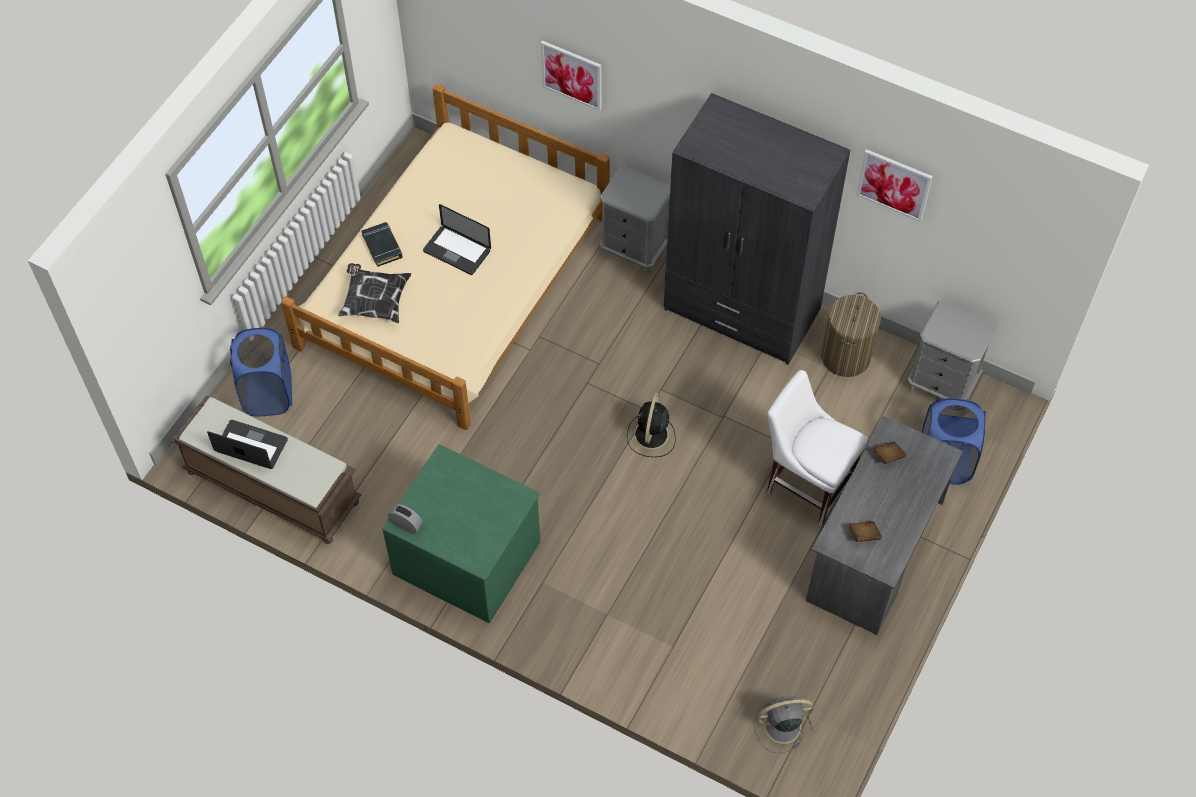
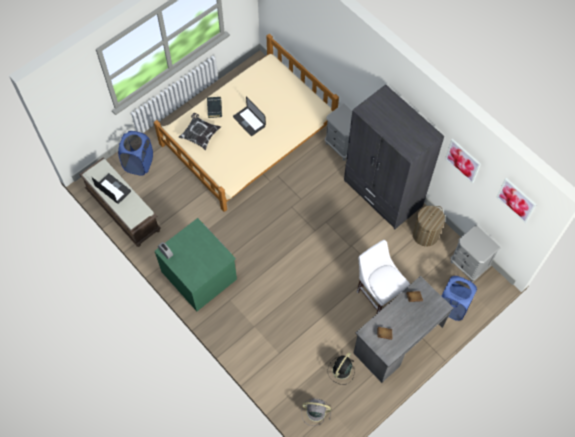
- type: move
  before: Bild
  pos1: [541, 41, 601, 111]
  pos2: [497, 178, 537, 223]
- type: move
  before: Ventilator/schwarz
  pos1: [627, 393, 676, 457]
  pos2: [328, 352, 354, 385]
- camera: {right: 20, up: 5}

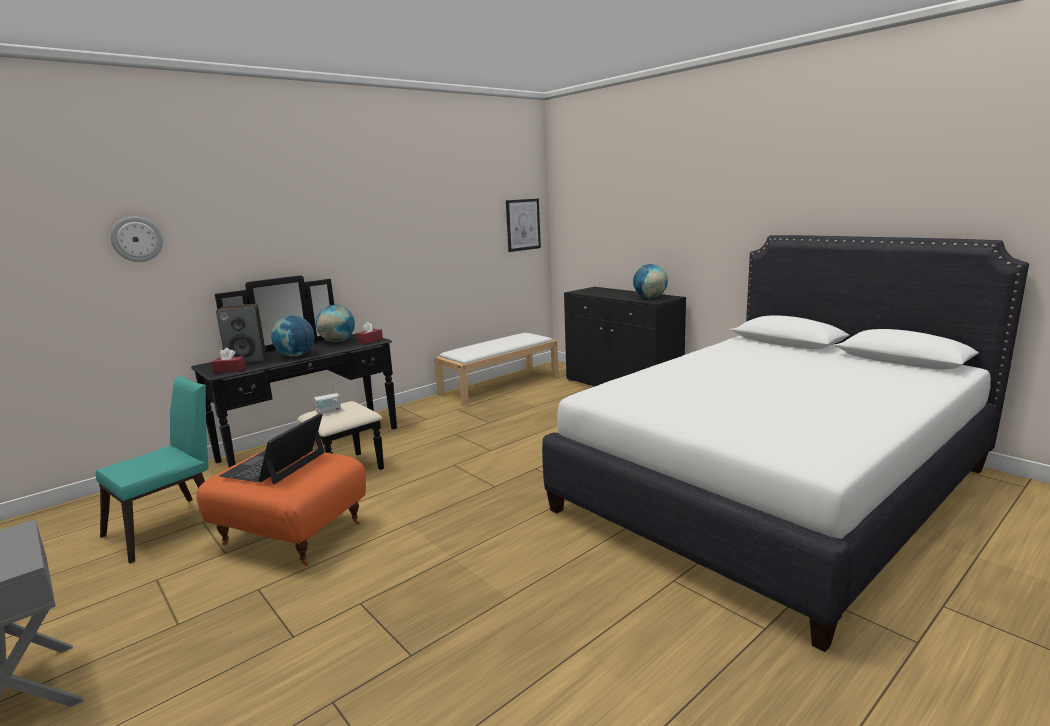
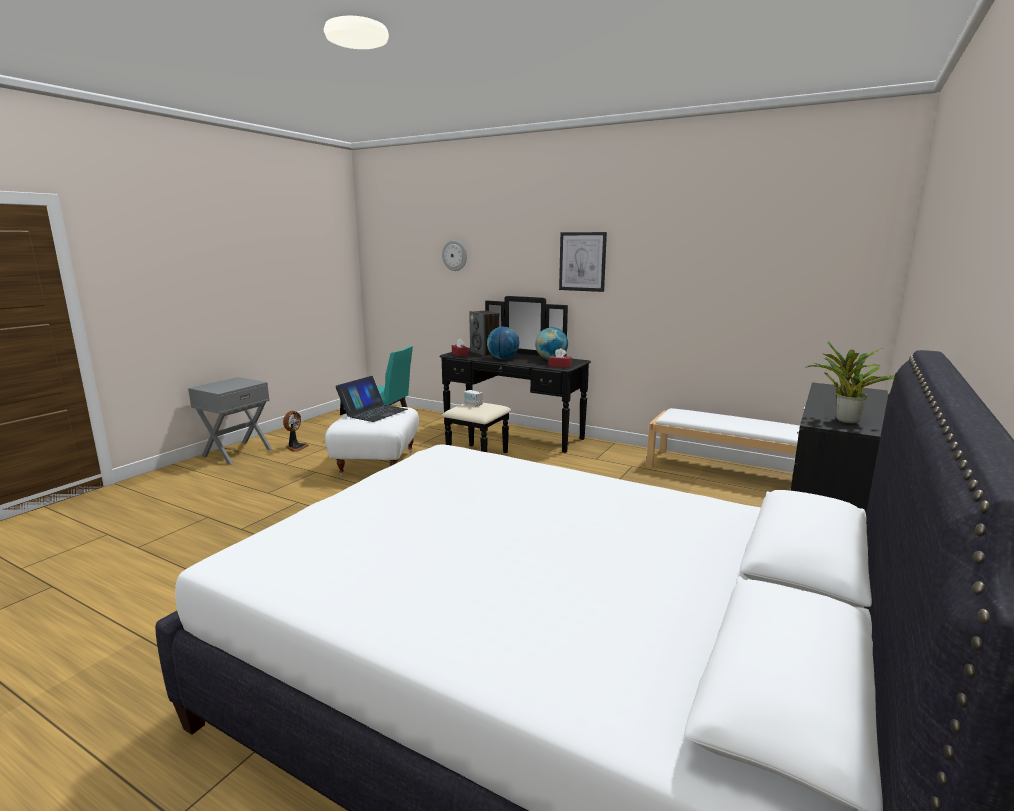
- type: recolor
  before: Polsterhocker/orange
  after: Polsterhocker/weiß
  pos1: [196, 450, 366, 566]
  pos2: [325, 407, 419, 477]
- type: rotate
  before: Laptop
  pos1: [220, 413, 324, 484]
  pos2: [335, 376, 408, 422]
  turn: 120
- type: move
  before: Bild
  pos1: [506, 198, 541, 252]
  pos2: [559, 232, 607, 292]
- type: replace
  before: Globus
  after: Topfpflanze
  pos1: [633, 264, 668, 298]
  pos2: [806, 341, 895, 424]
- type: insert
  after: Ventilator
  pos2: [283, 411, 309, 452]
- camera: {right: 70, up: 0}

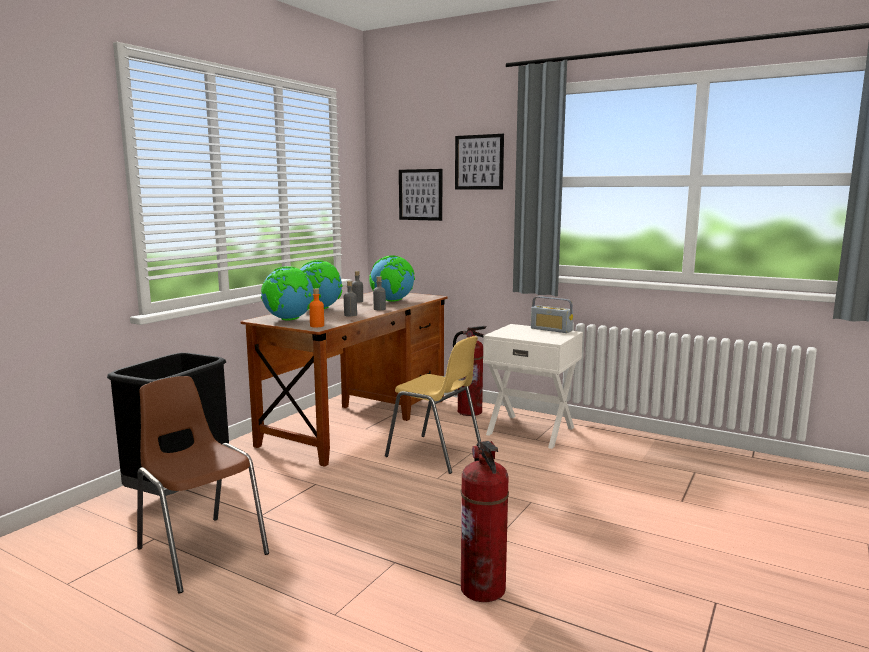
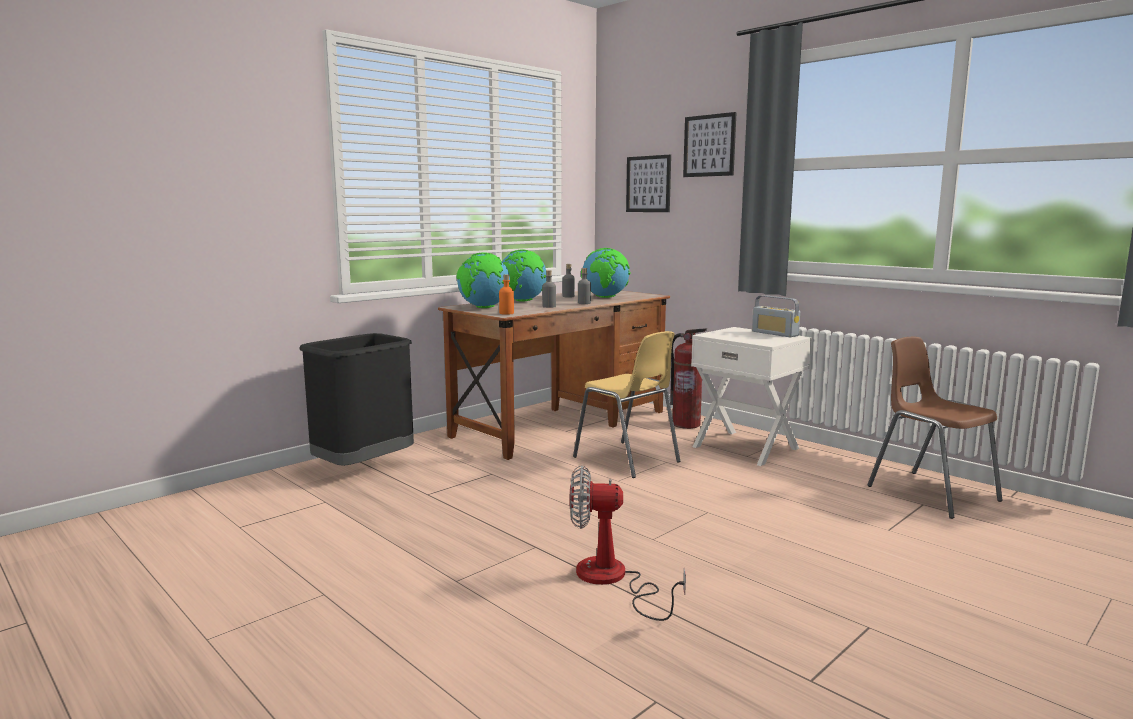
- type: move
  before: Stuhl/braun
  pos1: [137, 376, 269, 594]
  pos2: [867, 337, 1003, 519]
- type: replace
  before: Feuerlöscher
  after: Ventilator
  pos1: [461, 441, 509, 602]
  pos2: [570, 465, 686, 621]
- camera: {right: 15, up: 0}

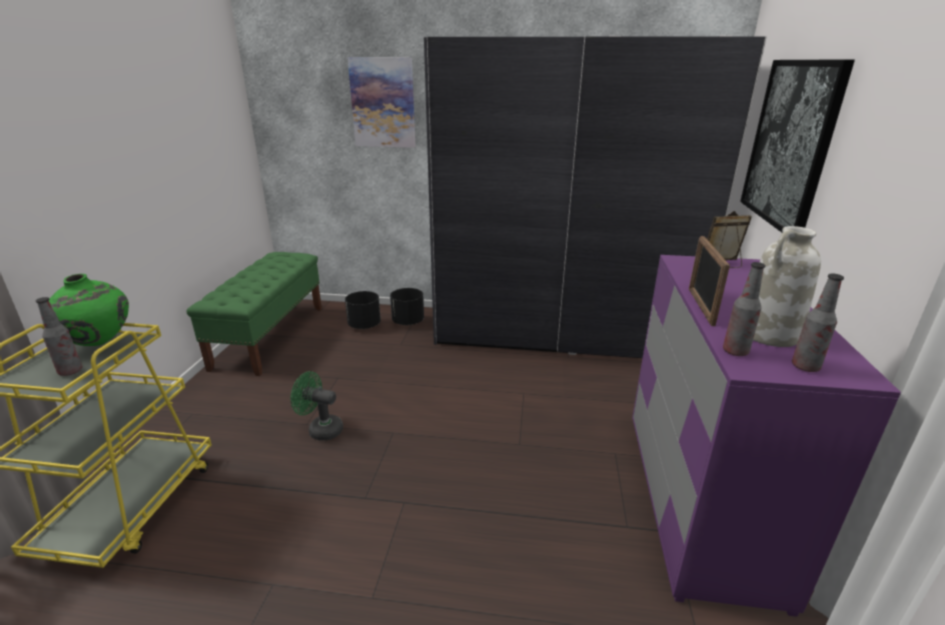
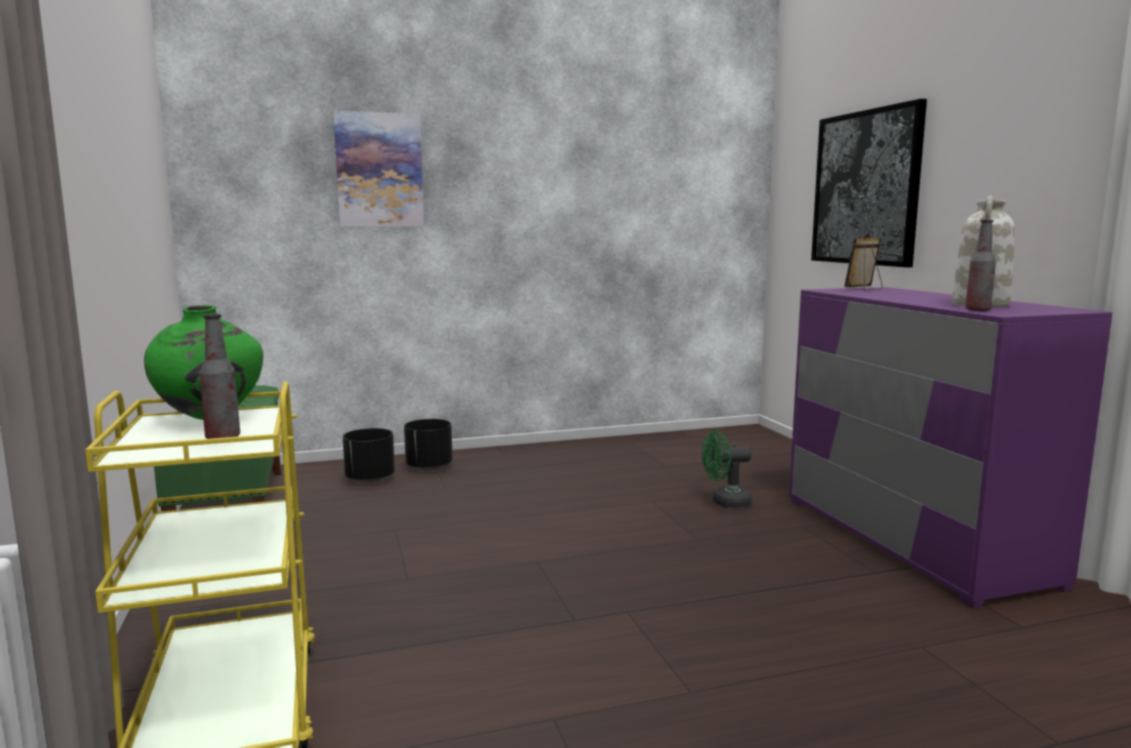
- type: move
  before: Ventilator/grün
  pos1: [291, 371, 343, 441]
  pos2: [702, 430, 752, 508]
- type: delete
  before: Kleiderschrank/grau
  pos1: [424, 35, 767, 358]
- type: delete
  before: Bilderrahmen
  pos1: [689, 236, 730, 326]
- type: delete
  before: Flasche
  pos1: [792, 274, 844, 372]
- camera: {right: -25, up: -15}

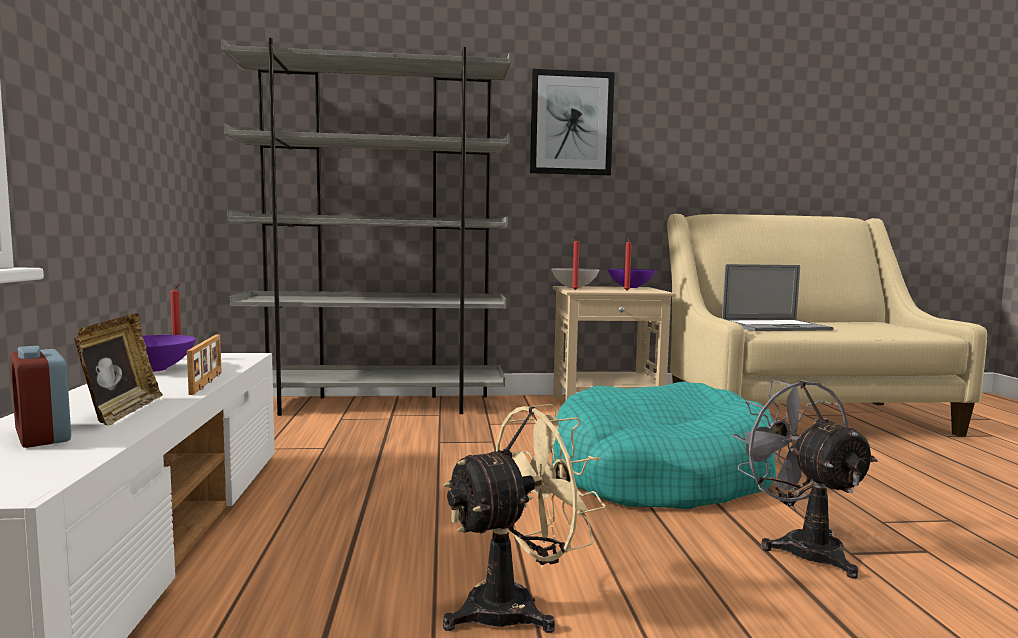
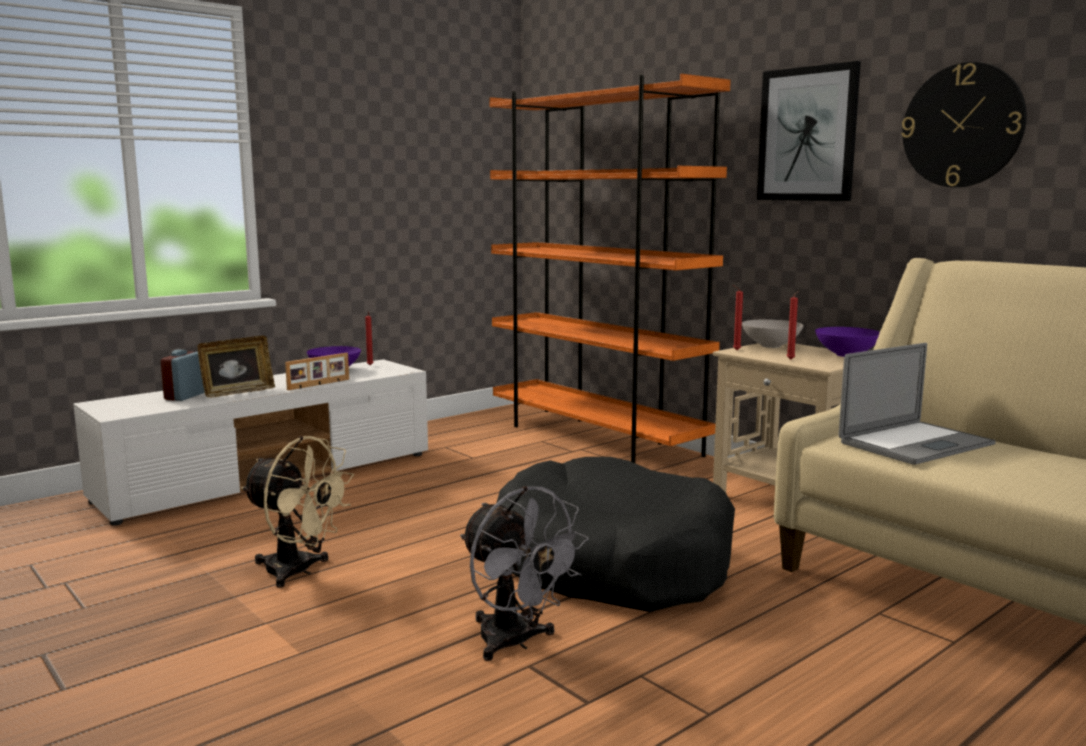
- type: recolor
  before: Bücherregal/grau
  after: Bücherregal/orange
  pos1: [221, 38, 511, 416]
  pos2: [489, 74, 731, 463]
- type: recolor
  before: Hundebett/türkis
  after: Hundebett/schwarz
  pos1: [552, 381, 776, 509]
  pos2: [497, 457, 735, 612]
- type: rotate
  before: Laptop
  pos1: [722, 264, 834, 331]
  pos2: [839, 343, 996, 465]
  turn: -75
- type: rotate
  before: Ventilator/grau
  pos1: [732, 380, 878, 579]
  pos2: [460, 486, 589, 661]
  turn: 105
- type: insert
  after: Wanduhr
  pos2: [901, 62, 1026, 187]
- camera: {right: 55, up: 5}

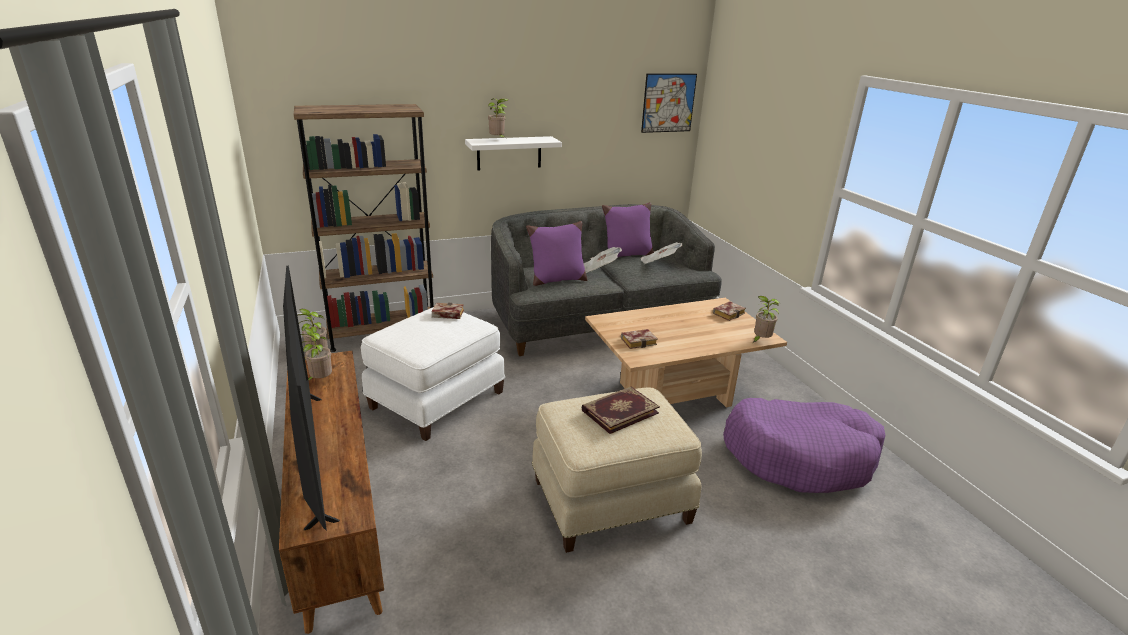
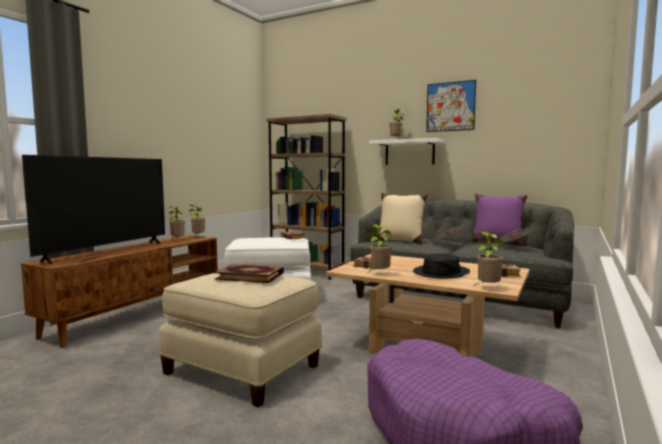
- type: recolor
  before: Kissen/lila
  after: Kissen/beige
  pos1: [526, 221, 587, 286]
  pos2: [377, 193, 428, 244]
- type: move
  before: Bild
  pos1: [641, 73, 697, 133]
  pos2: [426, 80, 476, 132]
- type: insert
  after: Topfpflanze
  pos2: [366, 224, 392, 272]
- type: insert
  after: Hut/schwarz
  pos2: [413, 253, 470, 279]
- camera: {right: 50, up: -20}

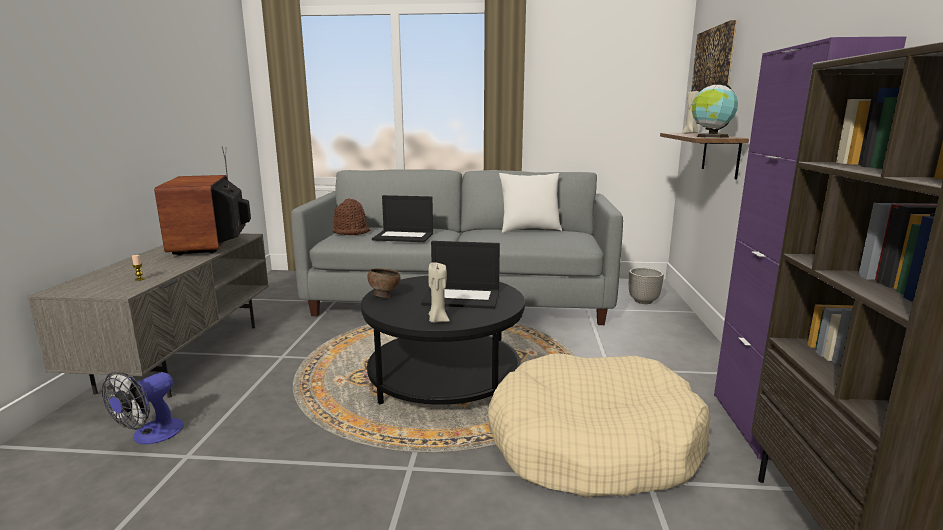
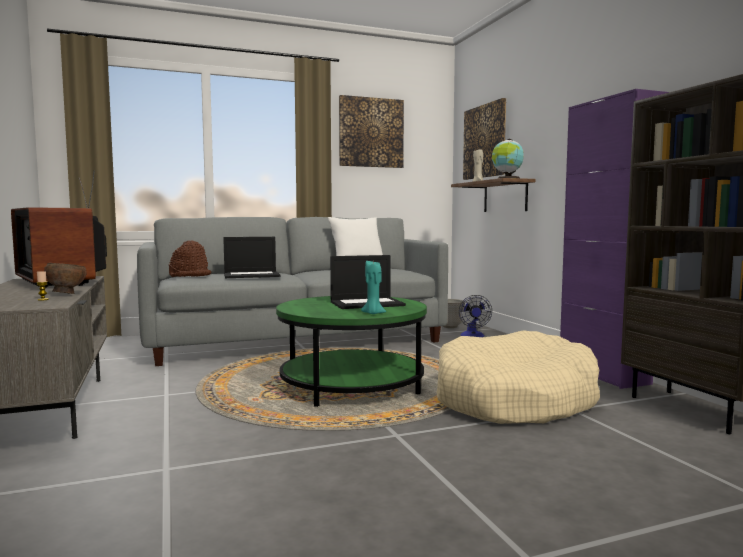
- type: move
  before: Ventilator
  pos1: [101, 372, 184, 444]
  pos2: [459, 295, 492, 337]
- type: recolor
  before: Couchtisch/schwarz
  after: Couchtisch/grün
  pos1: [361, 276, 525, 405]
  pos2: [276, 296, 427, 407]
- type: move
  before: Schüssel/braun
  pos1: [367, 268, 401, 298]
  pos2: [44, 263, 87, 294]
- type: recolor
  before: Kerze/beige
  after: Kerze/türkis
  pos1: [428, 262, 450, 323]
  pos2: [361, 260, 386, 314]
- type: insert
  after: Bild
  pos2: [339, 95, 404, 168]
- camera: {right: -25, up: -10}

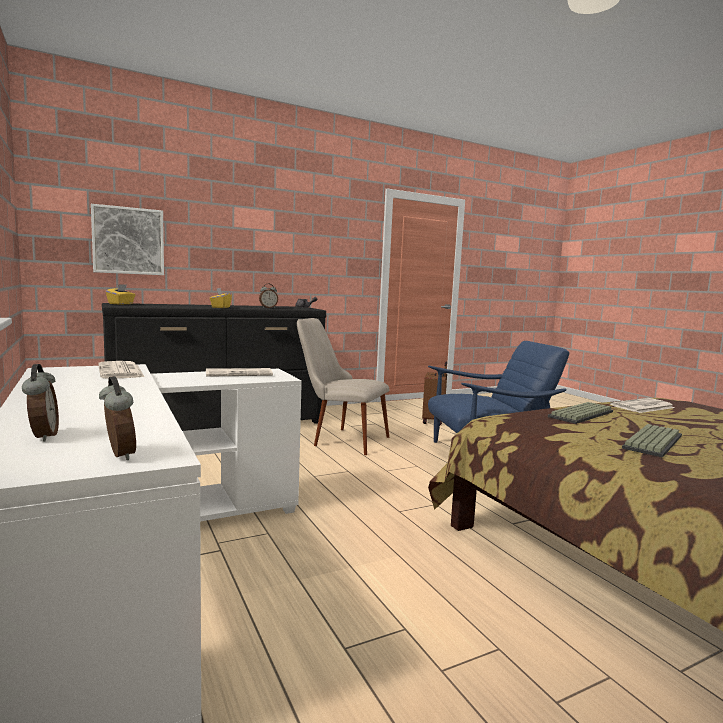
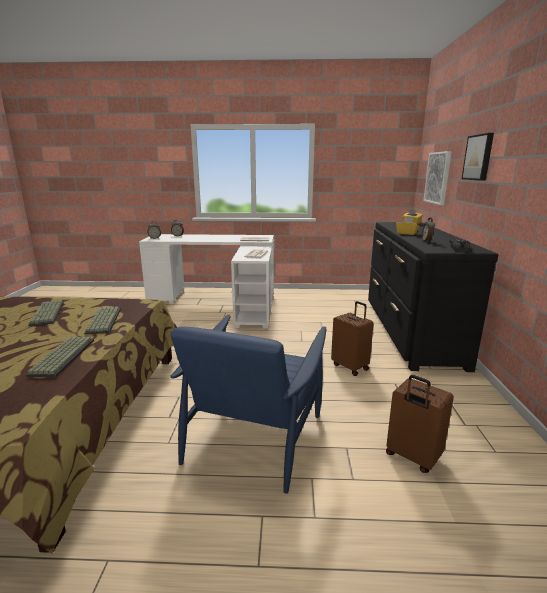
- type: replace
  before: Stuhl/beige
  after: Koffer/braun
  pos1: [297, 318, 389, 455]
  pos2: [331, 301, 374, 376]
- type: replace
  before: Zeitung
  after: Tastatur
  pos1: [610, 398, 675, 413]
  pos2: [26, 337, 94, 377]
- type: insert
  after: Bild
  pos2: [462, 133, 494, 181]
- camera: {right: 120, up: 10}

